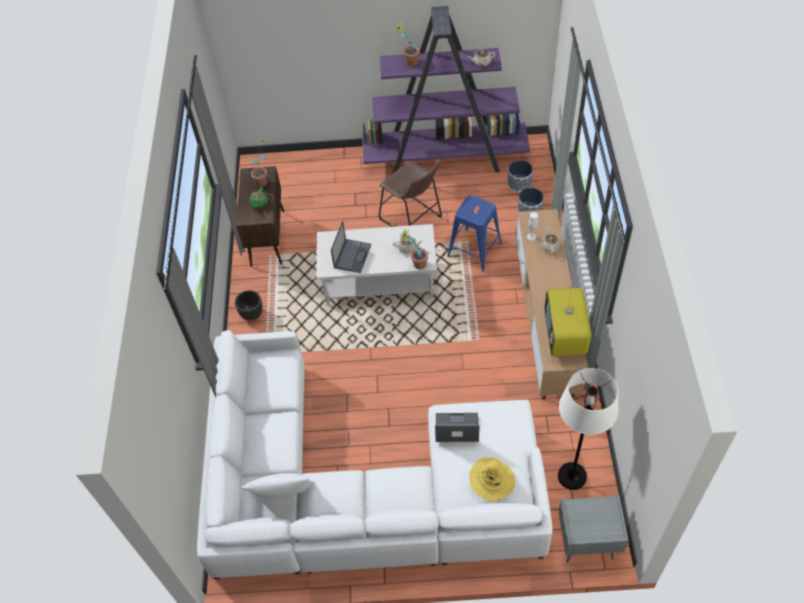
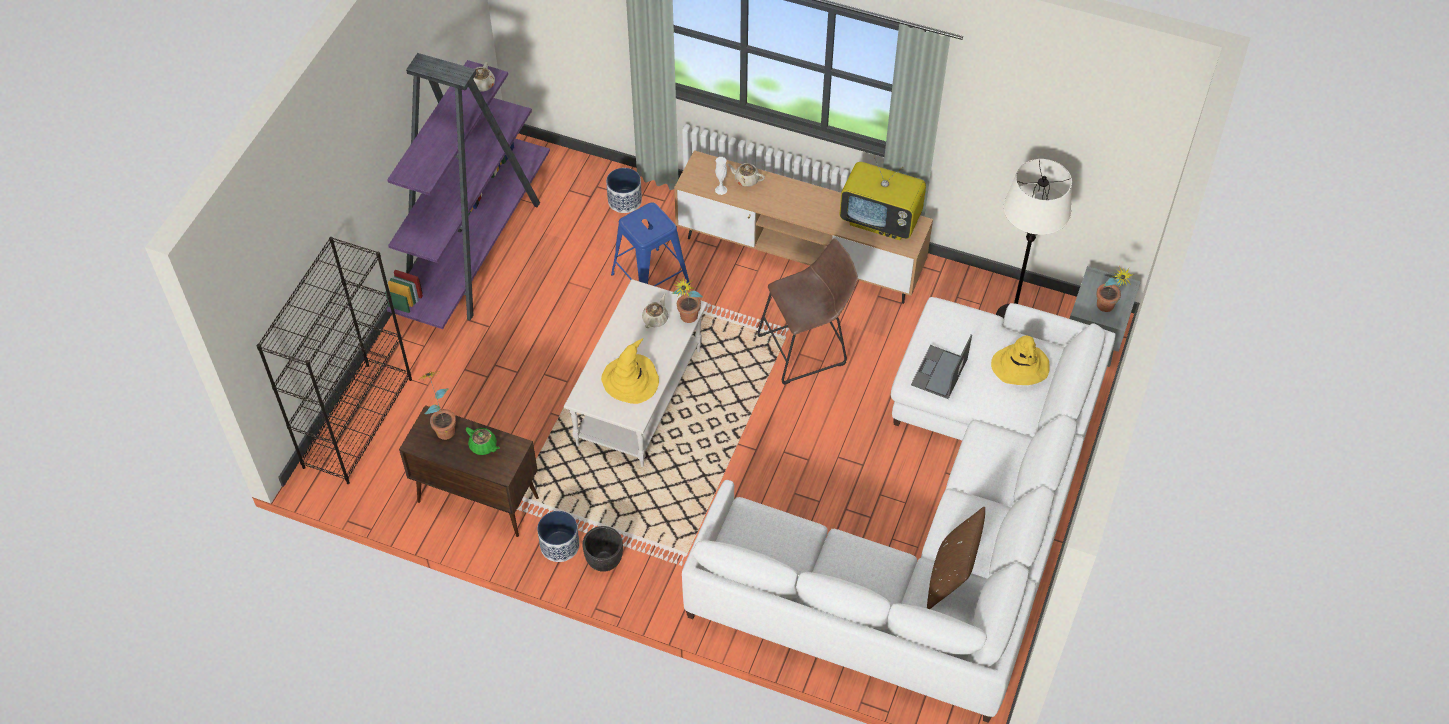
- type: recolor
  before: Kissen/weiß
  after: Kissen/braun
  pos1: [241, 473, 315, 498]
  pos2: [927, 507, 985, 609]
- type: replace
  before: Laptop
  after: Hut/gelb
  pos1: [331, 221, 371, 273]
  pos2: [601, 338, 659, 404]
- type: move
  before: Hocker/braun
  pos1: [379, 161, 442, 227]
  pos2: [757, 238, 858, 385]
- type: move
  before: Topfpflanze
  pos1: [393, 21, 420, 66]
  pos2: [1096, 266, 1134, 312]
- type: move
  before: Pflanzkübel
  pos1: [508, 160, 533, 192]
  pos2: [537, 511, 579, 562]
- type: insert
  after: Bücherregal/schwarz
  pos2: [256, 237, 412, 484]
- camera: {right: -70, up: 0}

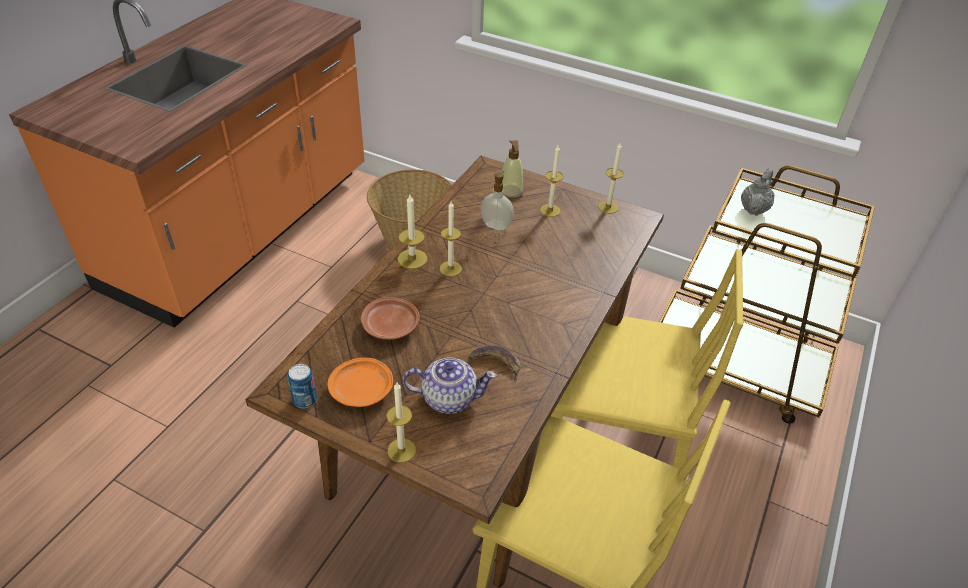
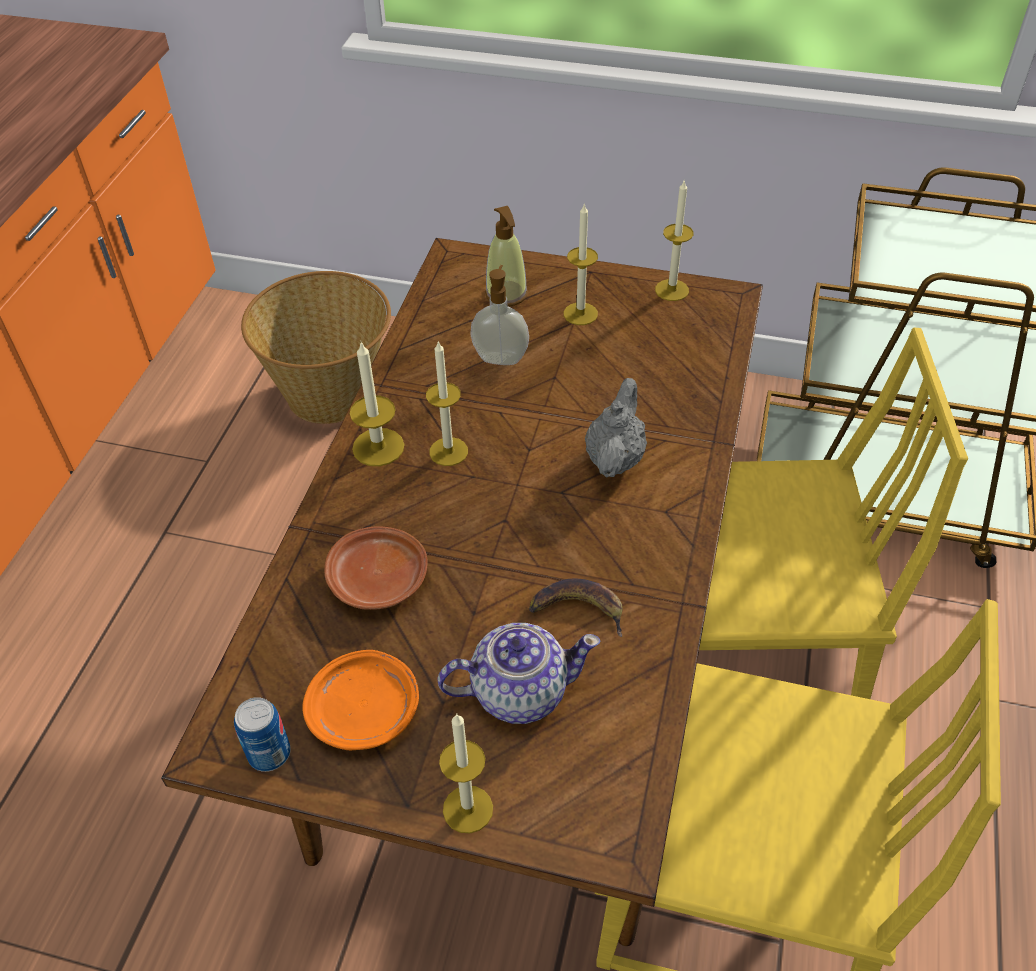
- type: move
  before: Teekanne/grau
  pos1: [741, 168, 774, 216]
  pos2: [585, 378, 647, 478]
- camera: {right: -10, up: 5}

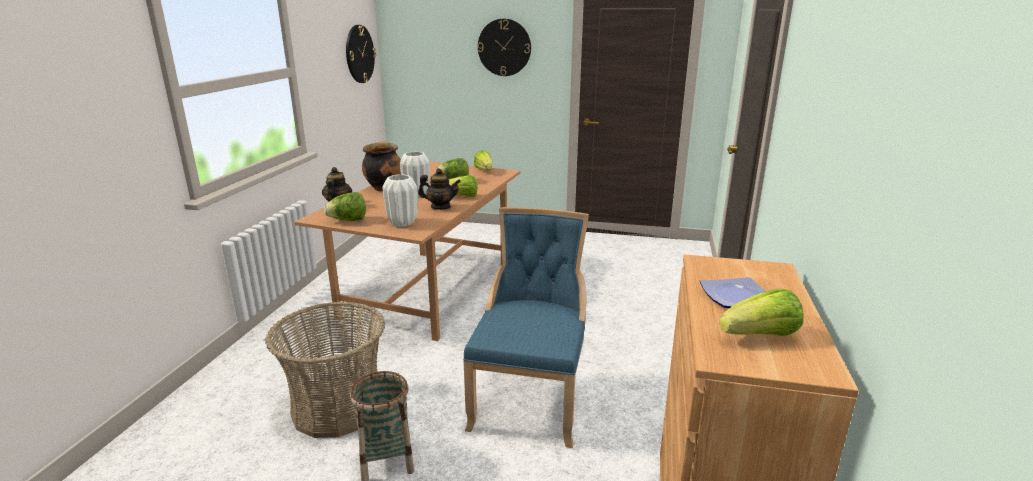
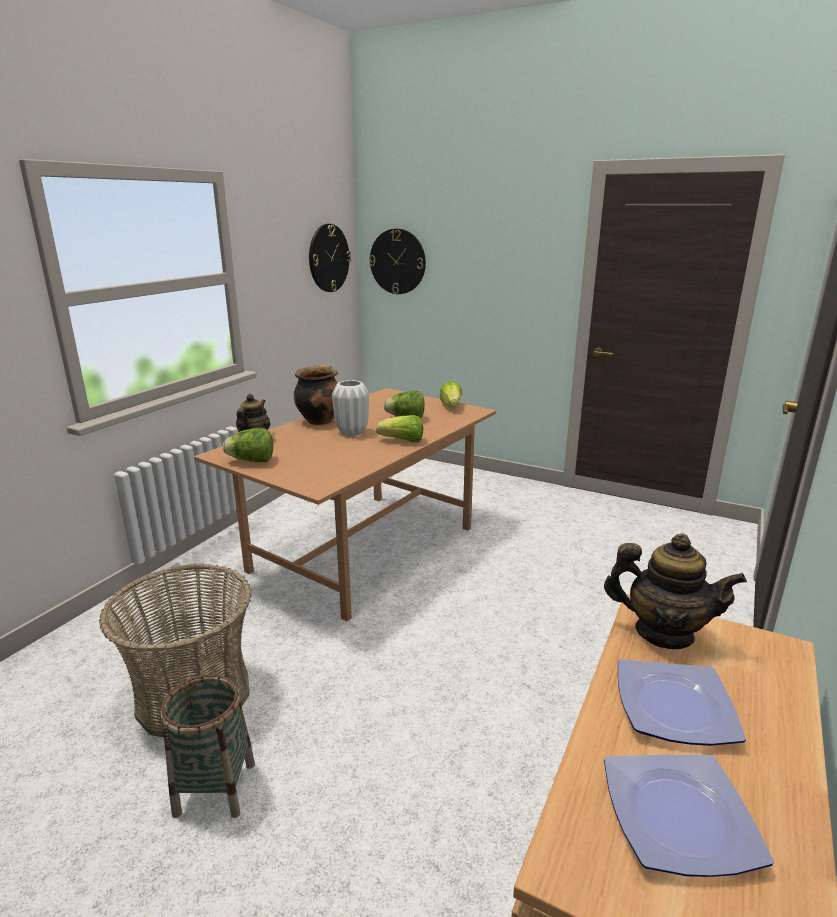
- type: delete
  before: Vase/weiß
  pos1: [382, 174, 418, 227]
- type: move
  before: Teekanne
  pos1: [418, 168, 461, 210]
  pos2: [604, 533, 747, 649]
- type: delete
  before: Stuhl/blau
  pos1: [463, 207, 589, 448]
- type: move
  before: Wanduhr
  pos1: [478, 19, 531, 76]
  pos2: [369, 229, 426, 294]
- type: replace
  before: Salatkopf
  after: Teller
  pos1: [719, 289, 804, 336]
  pos2: [604, 755, 774, 877]
- camera: {right: 15, up: 0}

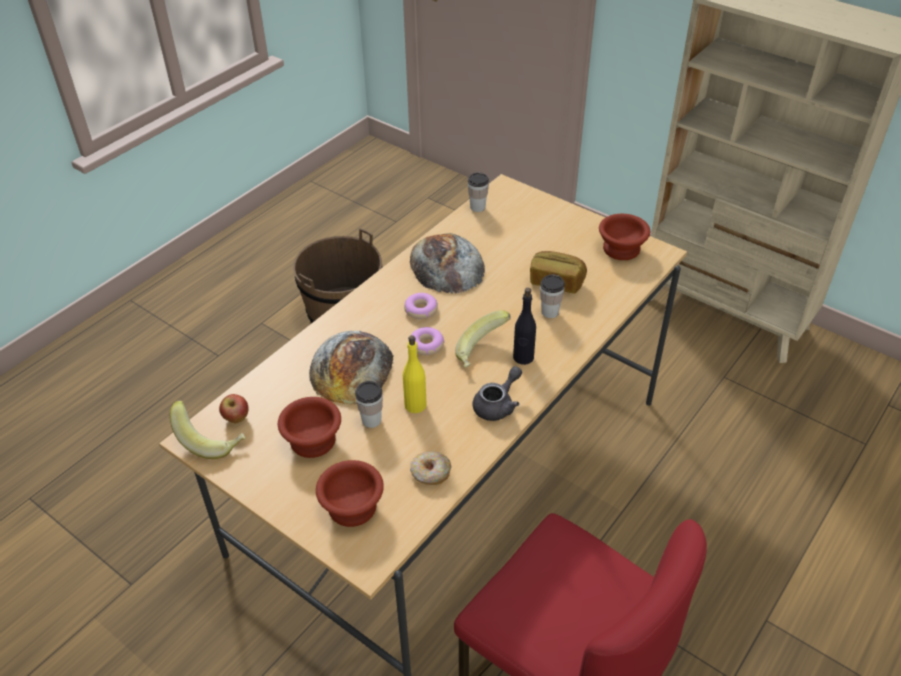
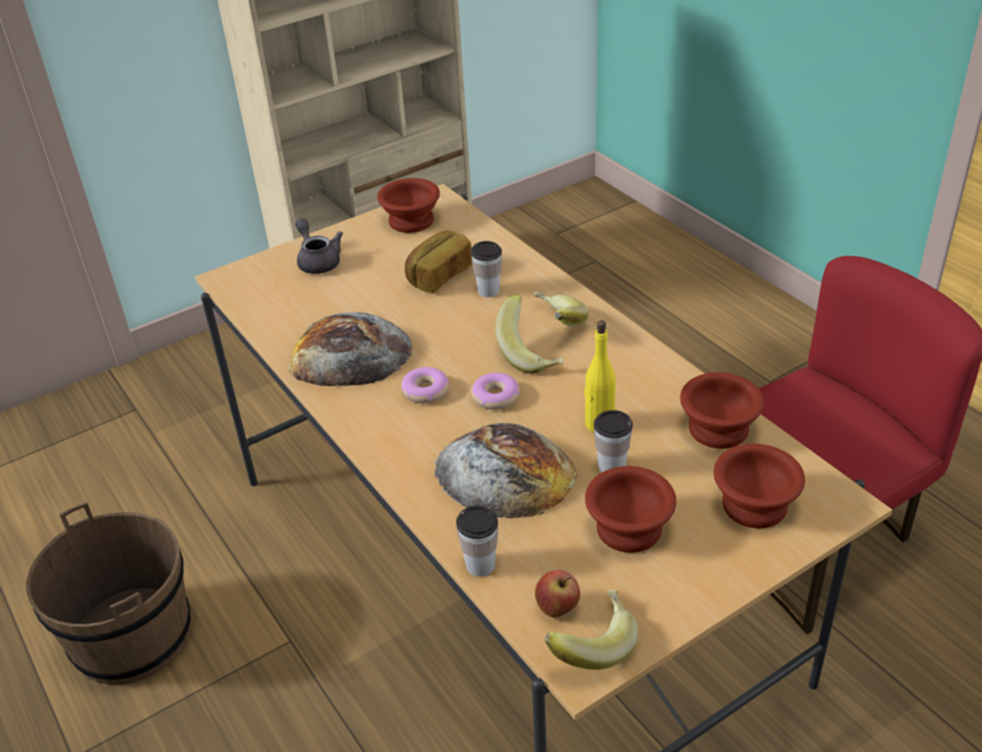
- type: replace
  before: Donut
  after: Schüssel/braun
  pos1: [410, 451, 452, 485]
  pos2: [680, 372, 764, 449]
- type: move
  before: Tasse
  pos1: [468, 172, 489, 212]
  pos2: [456, 505, 498, 577]
- type: move
  before: Teekanne/grau
  pos1: [472, 366, 522, 421]
  pos2: [295, 218, 343, 274]
- type: replace
  before: Flasche/schwarz
  after: Banane
  pos1: [513, 288, 536, 365]
  pos2: [534, 291, 589, 326]
- camera: {right: -70, up: -5}

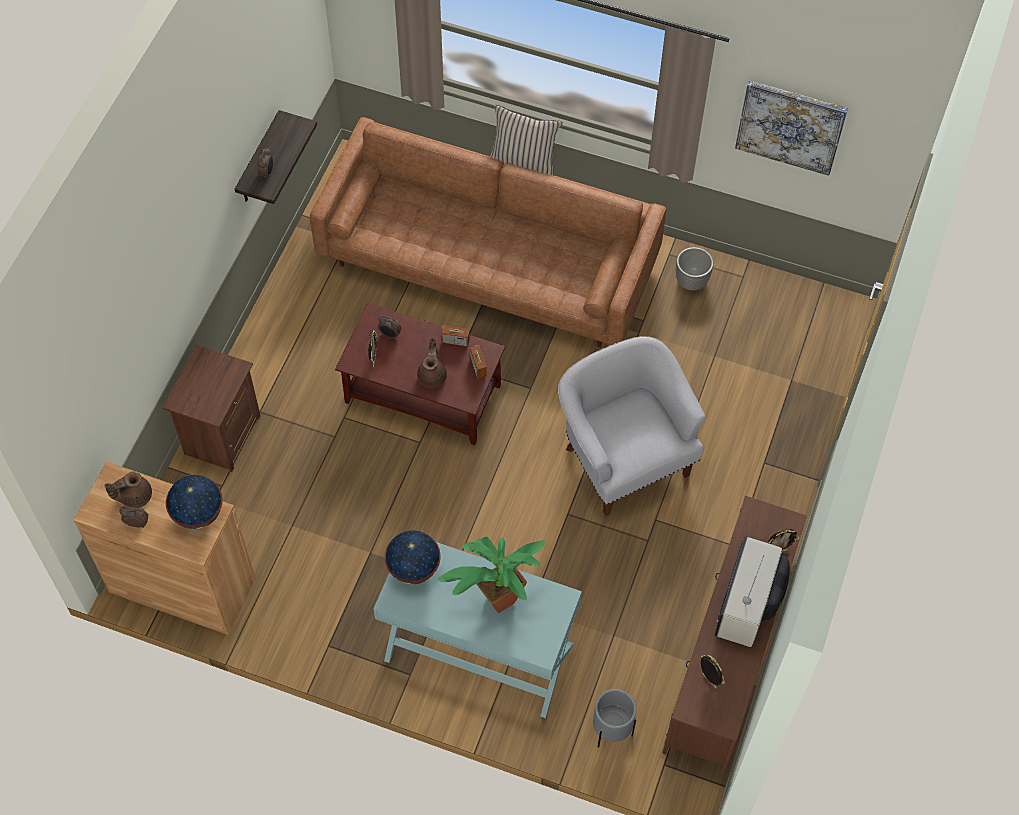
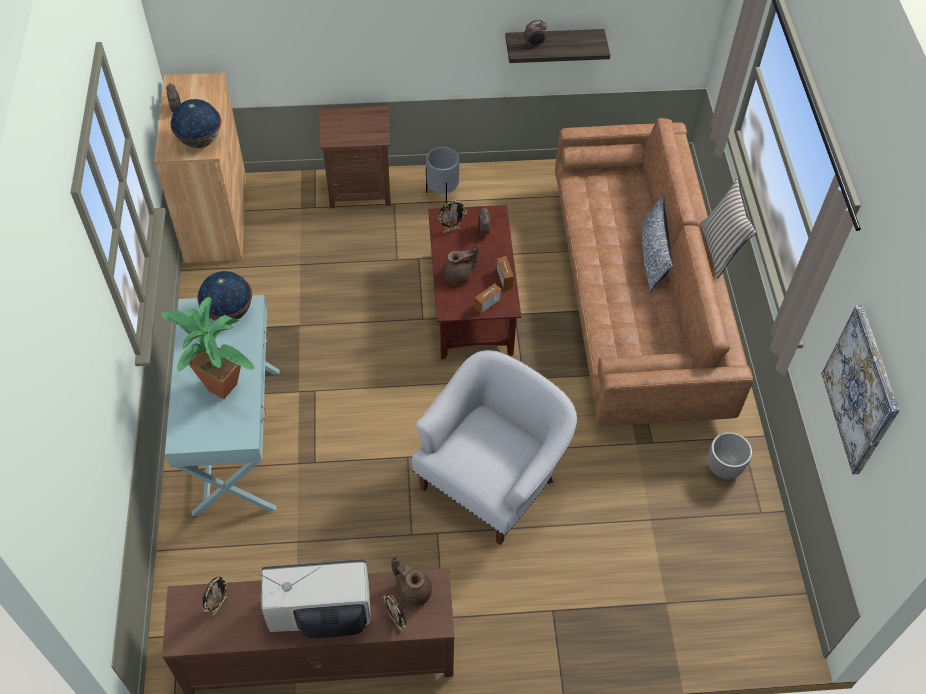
- type: move
  before: Teekanne/braun
  pos1: [105, 471, 152, 508]
  pos2: [391, 556, 432, 607]
- type: move
  before: Pflanzkübel/grau
  pos1: [593, 689, 636, 748]
  pos2: [426, 147, 459, 203]
- type: insert
  after: Kissen
  pos2: [641, 195, 673, 294]
- camera: {right: 65, up: -5}

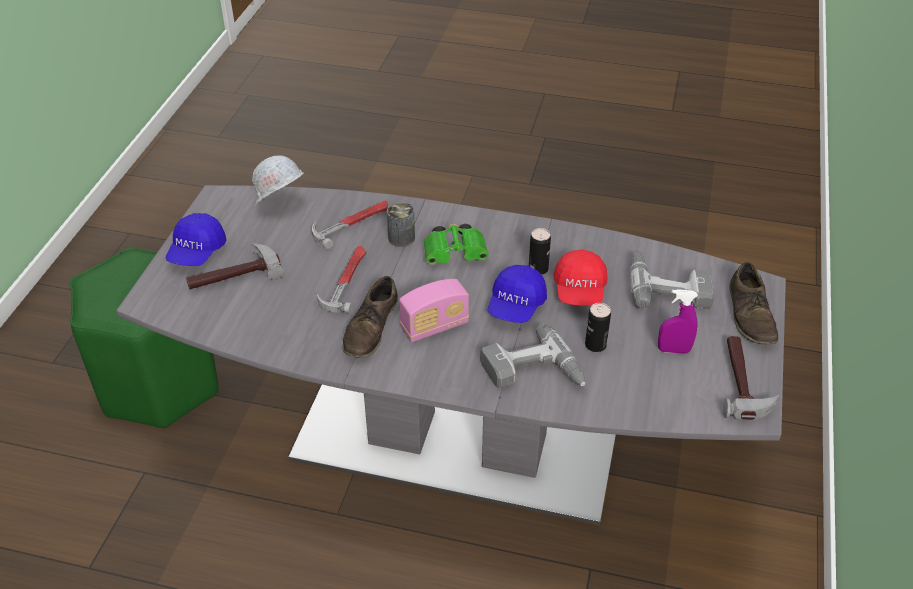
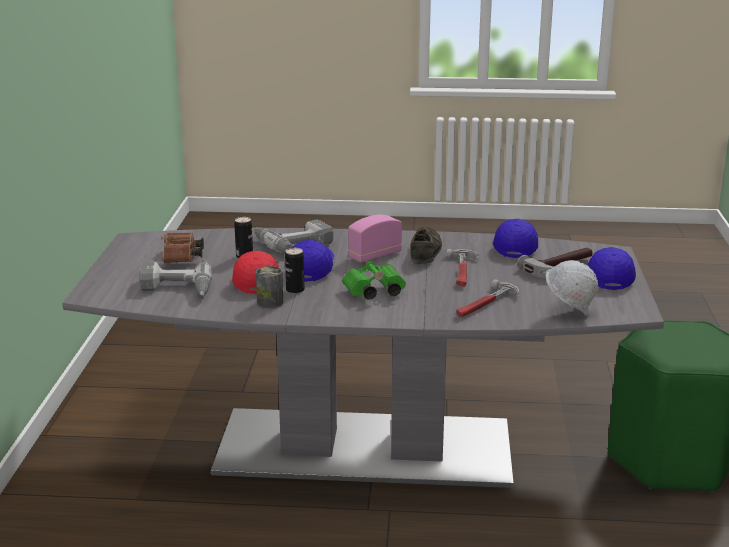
- type: move
  before: Dose
  pos1: [387, 202, 415, 247]
  pos2: [256, 266, 283, 309]
- type: replace
  before: Sprühflasche/lila
  after: Fernglas/braun
  pos1: [658, 289, 698, 354]
  pos2: [161, 232, 204, 263]
- type: delete
  before: Hammer
  pos1: [723, 336, 779, 420]
- type: delete
  before: Schuh/braun
  pos1: [729, 262, 778, 344]
- type: insert
  after: Kappe/blau
  pos2: [493, 219, 538, 258]
- camera: {right: 170, up: -20}

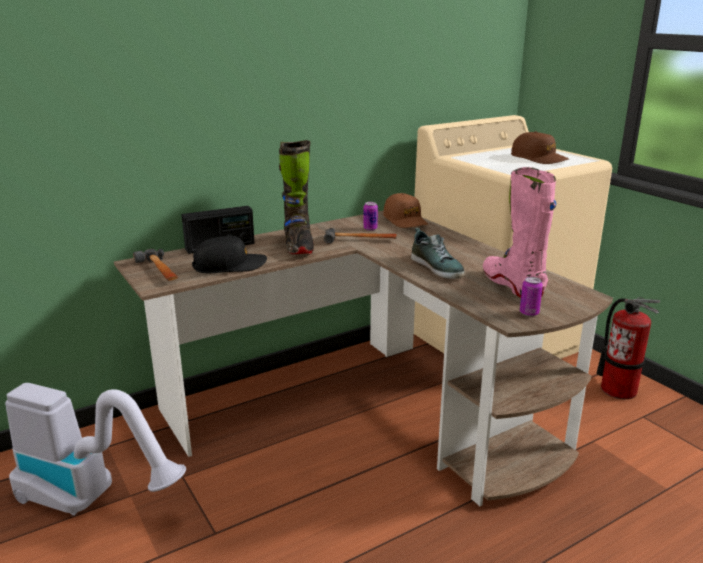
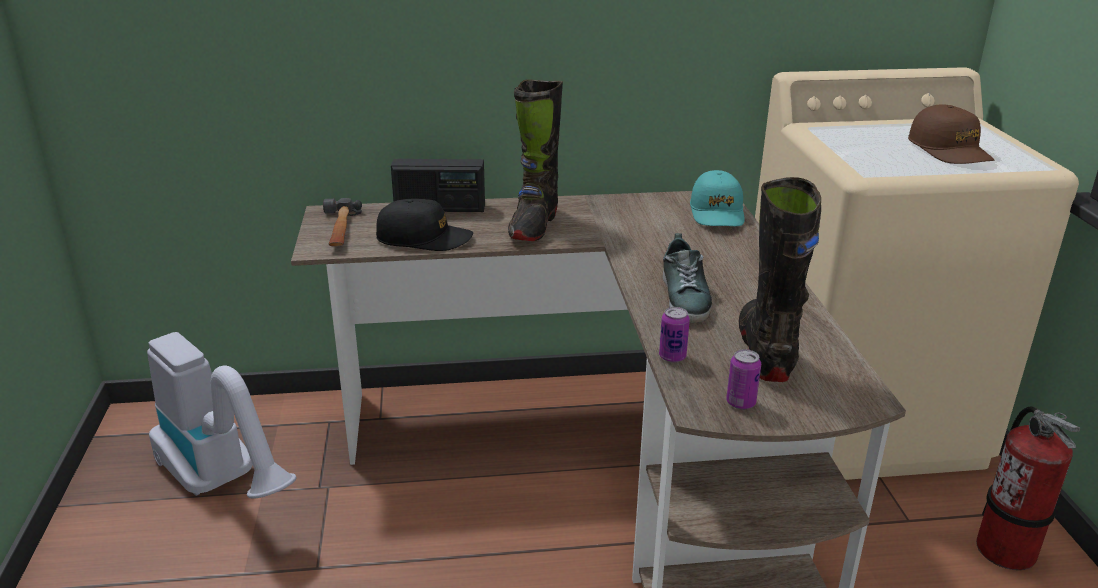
- type: delete
  before: Hammer
  pos1: [324, 228, 397, 244]
- type: move
  before: Dose
  pos1: [363, 202, 378, 231]
  pos2: [659, 307, 690, 363]
- type: recolor
  before: Kappe/braun
  after: Kappe/türkis
  pos1: [383, 193, 428, 228]
  pos2: [690, 170, 745, 226]
- type: recolor
  before: Stiefel/rosa
  after: Stiefel/schwarz
  pos1: [483, 167, 557, 297]
  pos2: [739, 177, 821, 382]
- camera: {right: 25, up: 5}

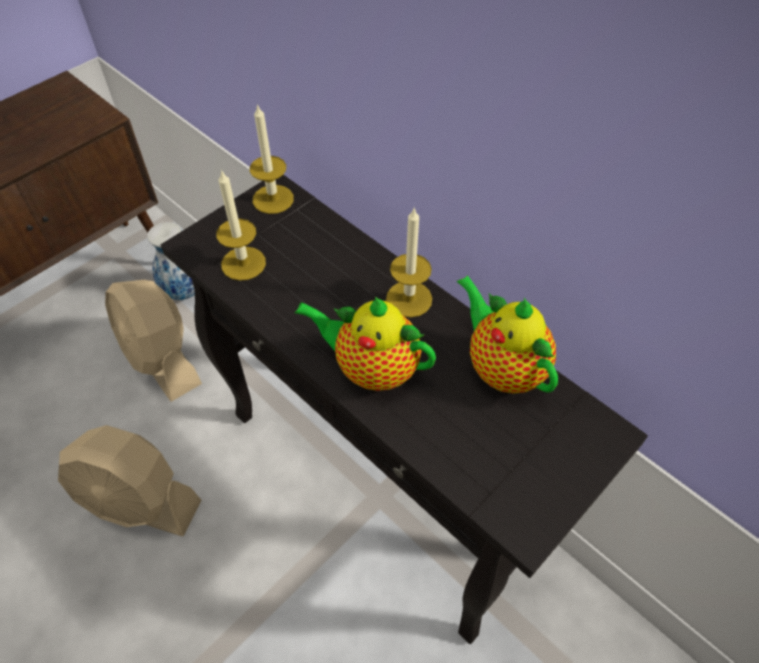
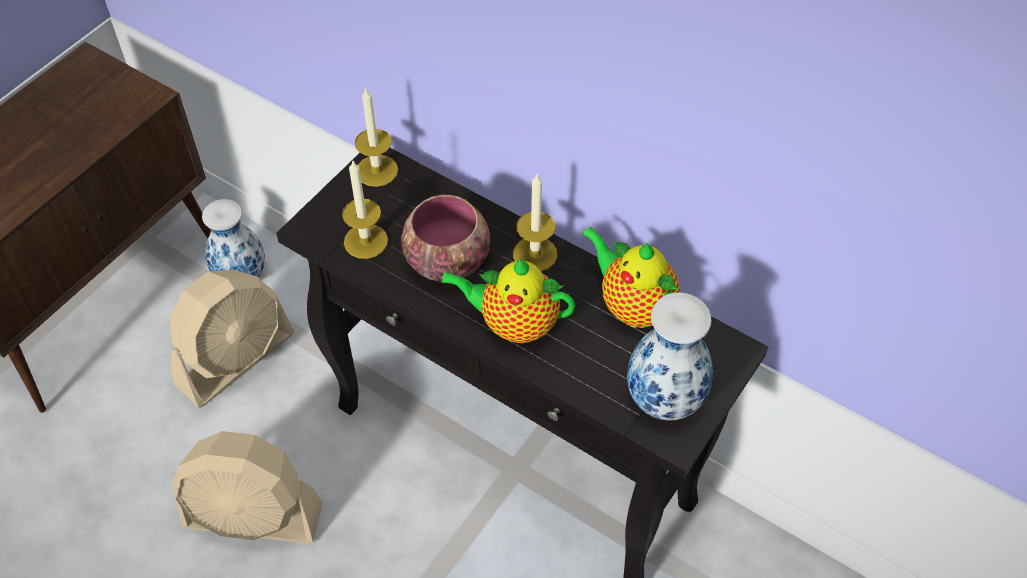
- type: rotate
  before: Ventilator/beige
  pos1: [105, 280, 202, 402]
  pos2: [170, 270, 294, 408]
  turn: -90
- type: insert
  after: Schüssel
  pos2: [401, 195, 490, 282]
- type: insert
  after: Vase
  pos2: [627, 293, 713, 421]
- camera: {right: -10, up: 0}

